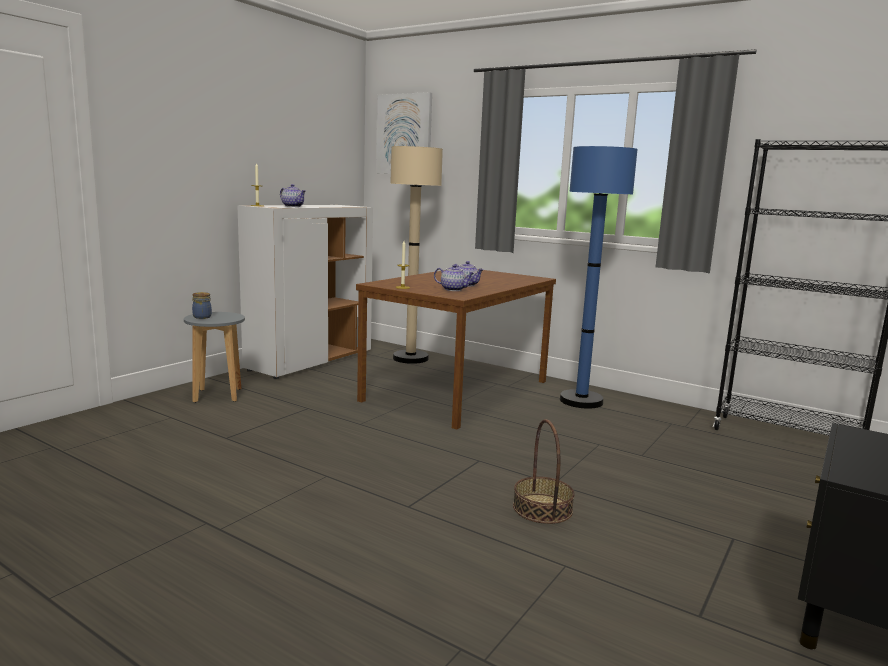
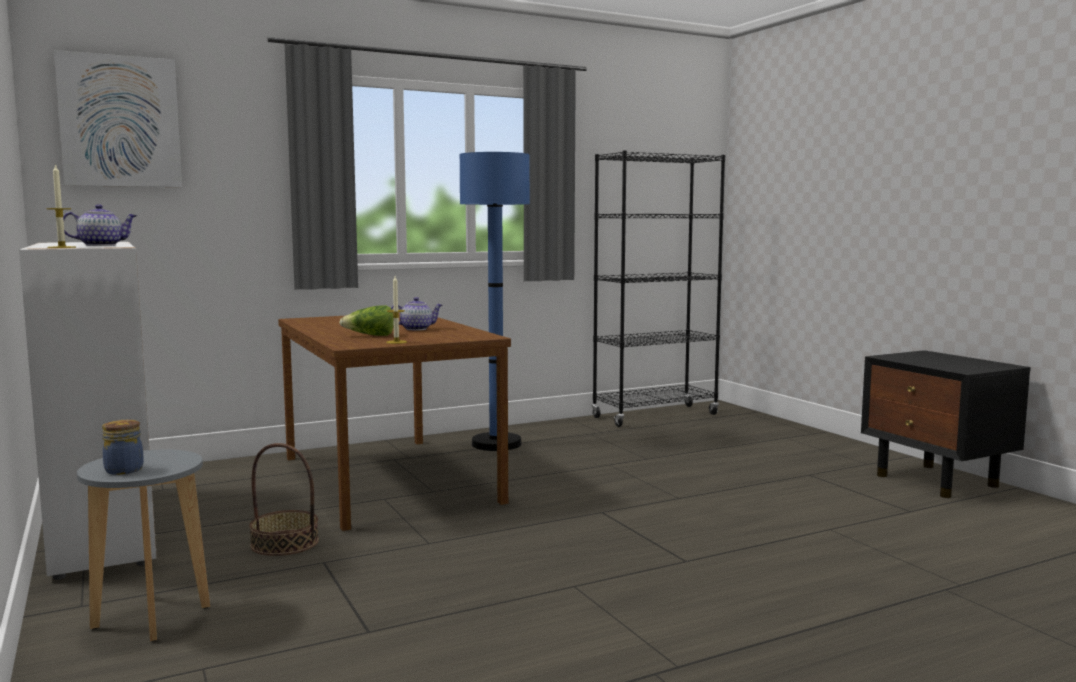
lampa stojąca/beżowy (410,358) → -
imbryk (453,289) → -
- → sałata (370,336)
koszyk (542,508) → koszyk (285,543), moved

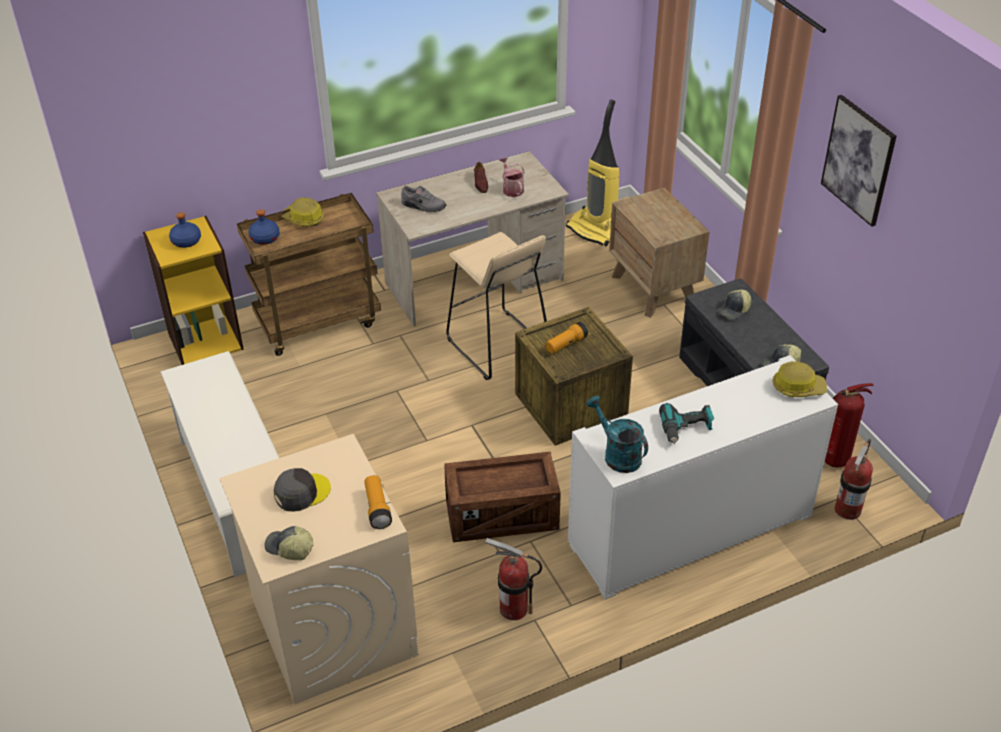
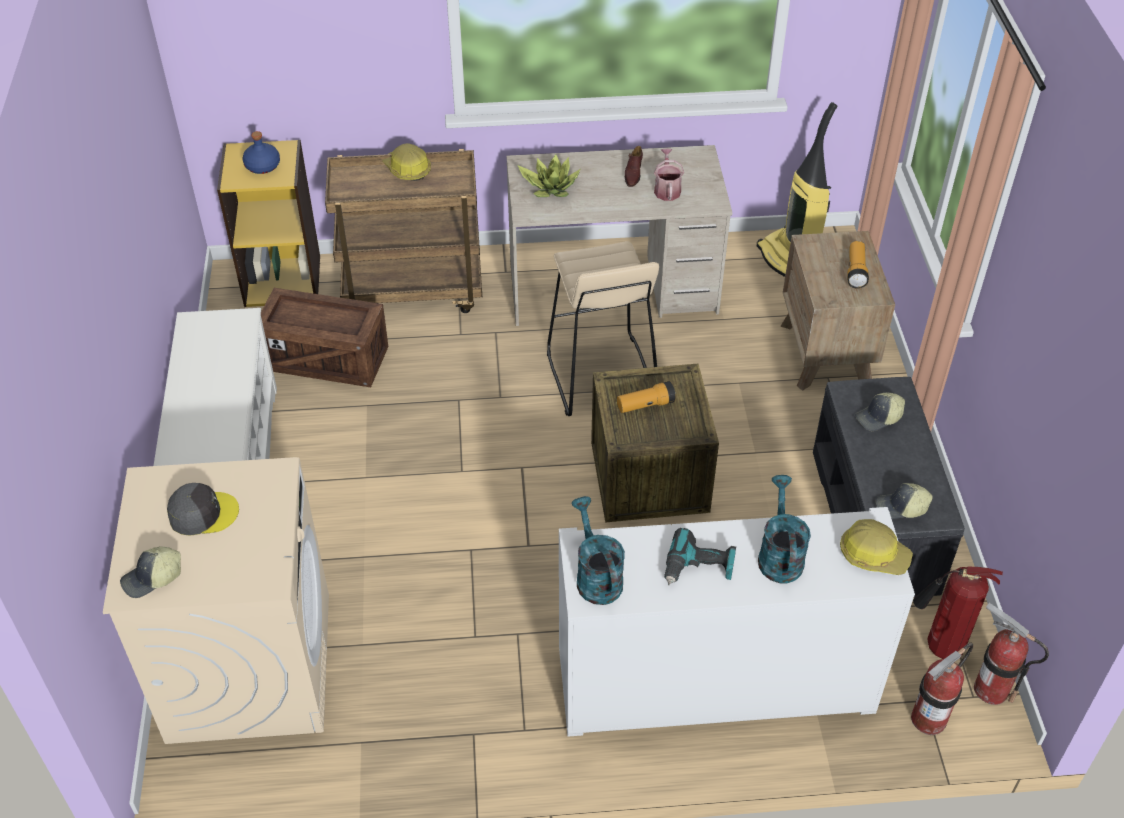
butelka/niebieski (265,238) → -
obraz (858,160) → -
- → konewka/turkusowy (779,555)
latarka (377,508) → latarka (856,271), moved
skrzynka (502,516) → skrzynka (325,359), moved
gaśnica (513,608) → gaśnica (991,689), moved
but/szary (423,206) → roślina doniczkowa (550,187)
czapka z daszkiem (289,548) → czapka z daszkiem (153,578), 75 degrees counterclockwise

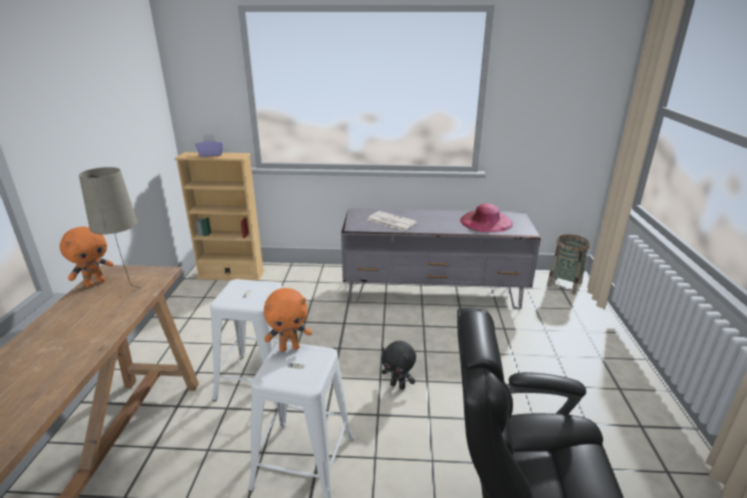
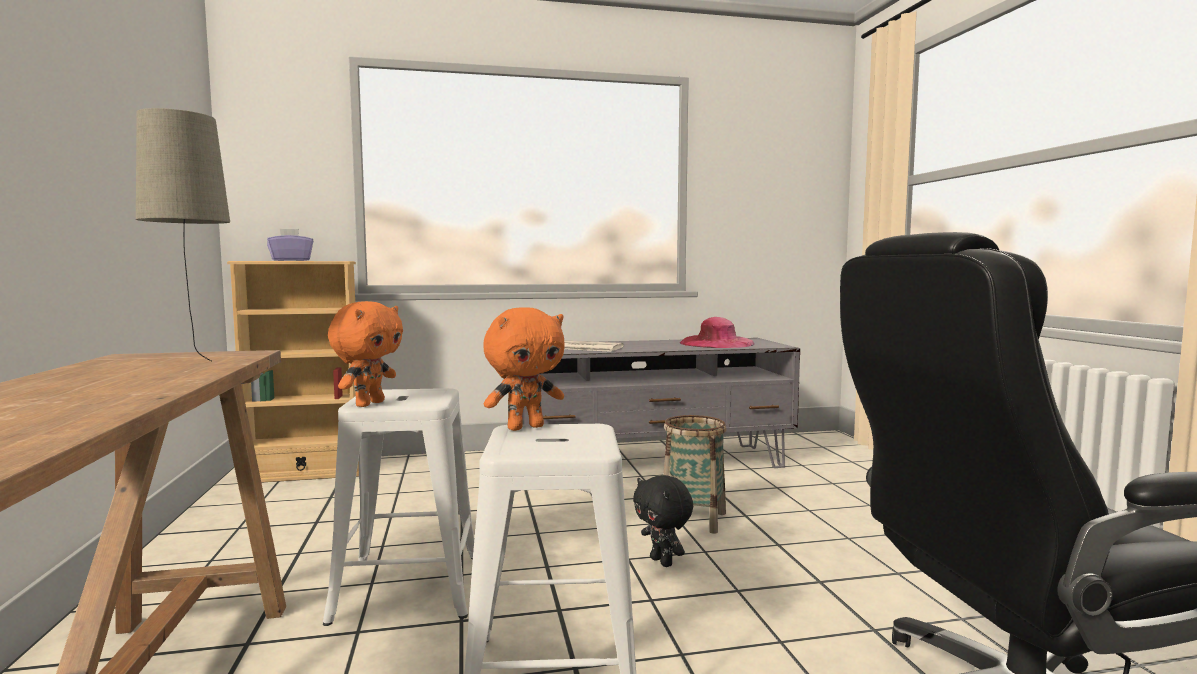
pluszak/pomarańczowy (95,283) → pluszak/pomarańczowy (369,404), moved
koszyk (564,284) → koszyk (693,519), moved
pluszak/czarny (398,385) → pluszak/czarny (662,562), 45 degrees clockwise

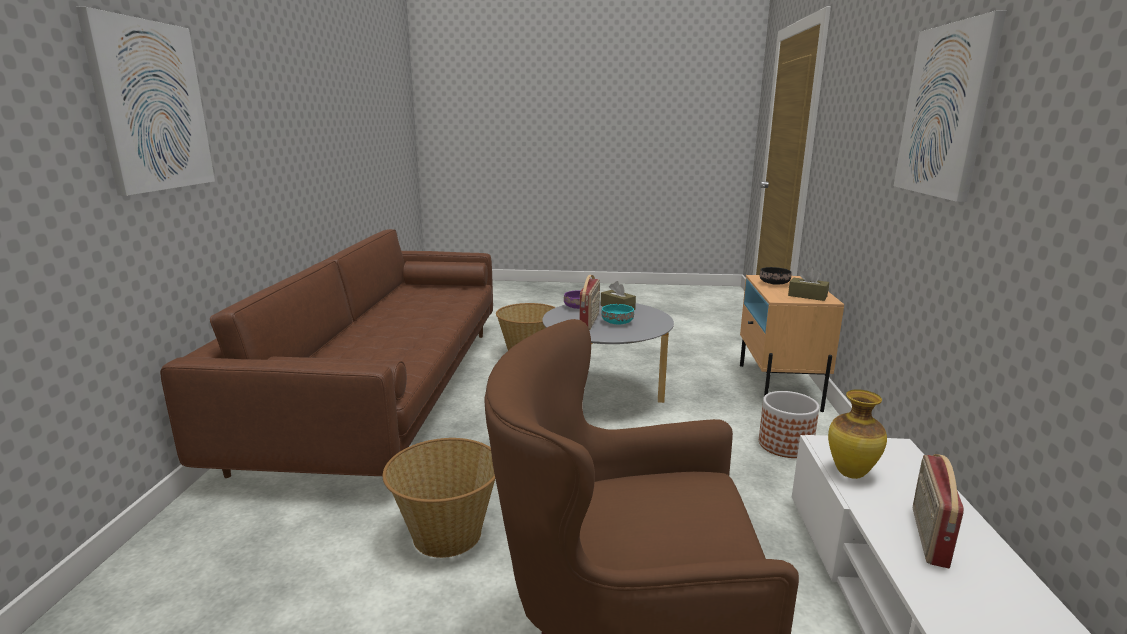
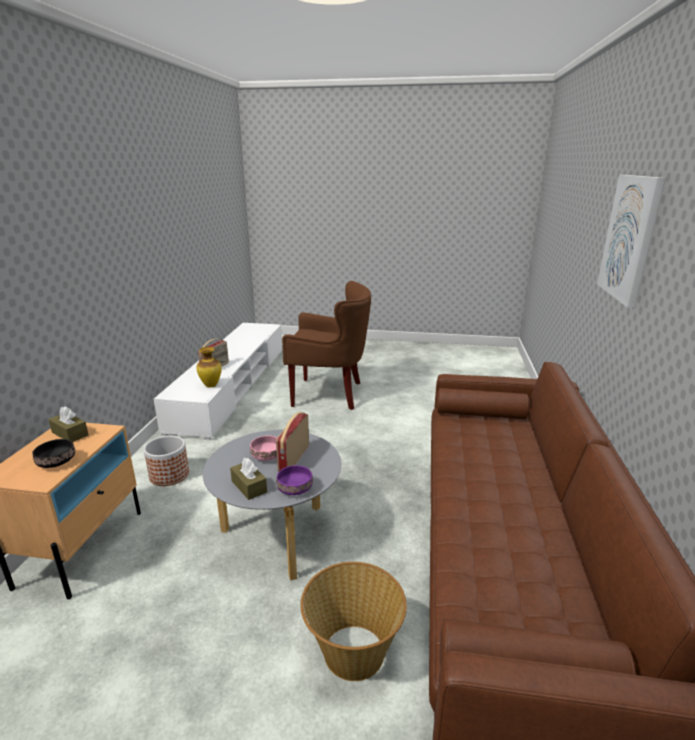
koszyk (447,535) → -
obraz (946,111) → -
miska/turkusowy (617,323) → miska/różowy (267,456)

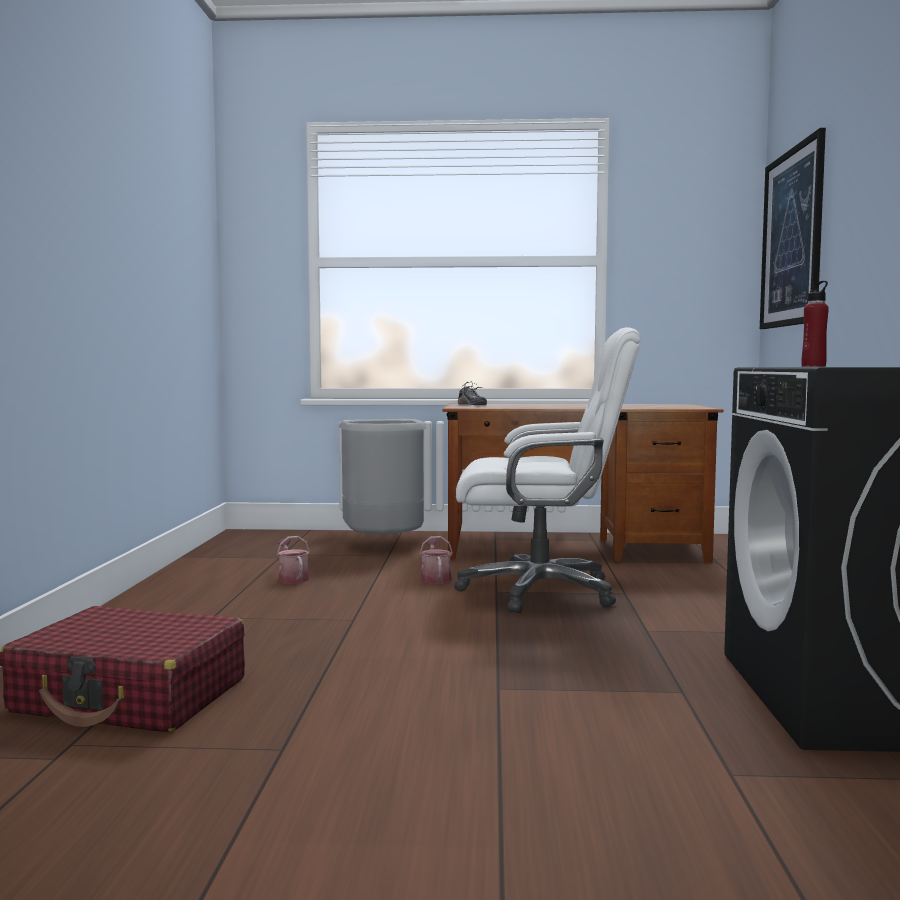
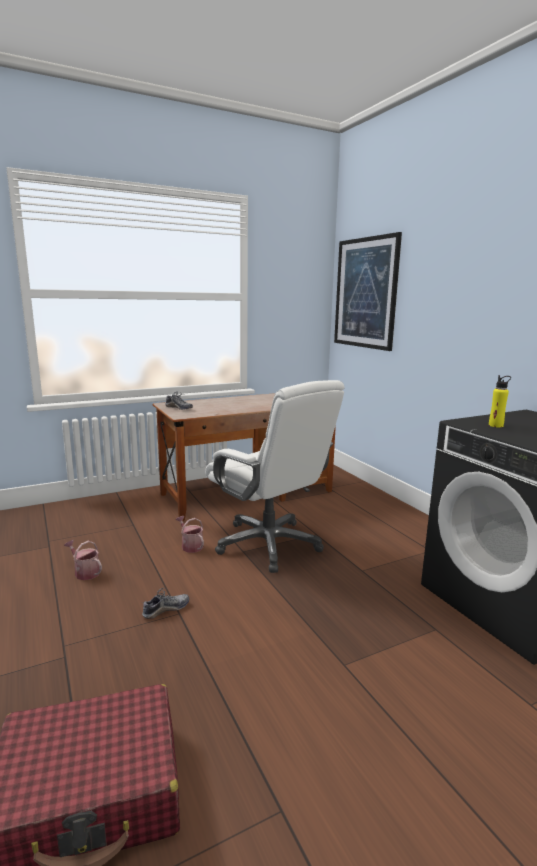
kosz na śmieci/szary (384,546) → -
- → but (166,609)
butelka/czerwony (813,366) → butelka/żółty (496,425)
krzesło biurowe/biały (541,591) → krzesło biurowe/biały (269,544), 75 degrees clockwise

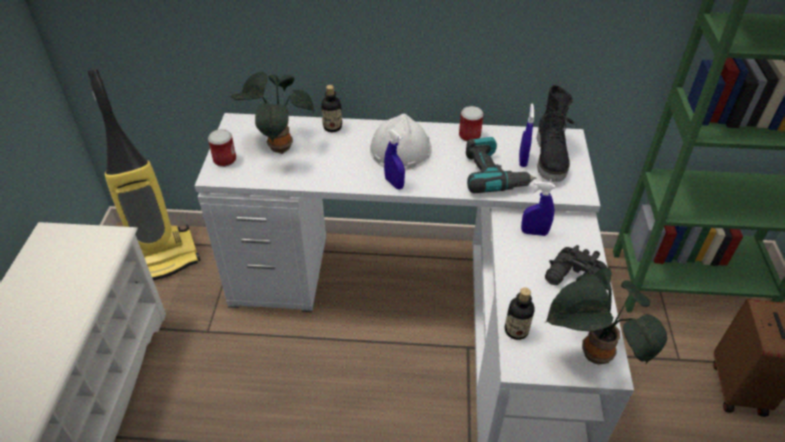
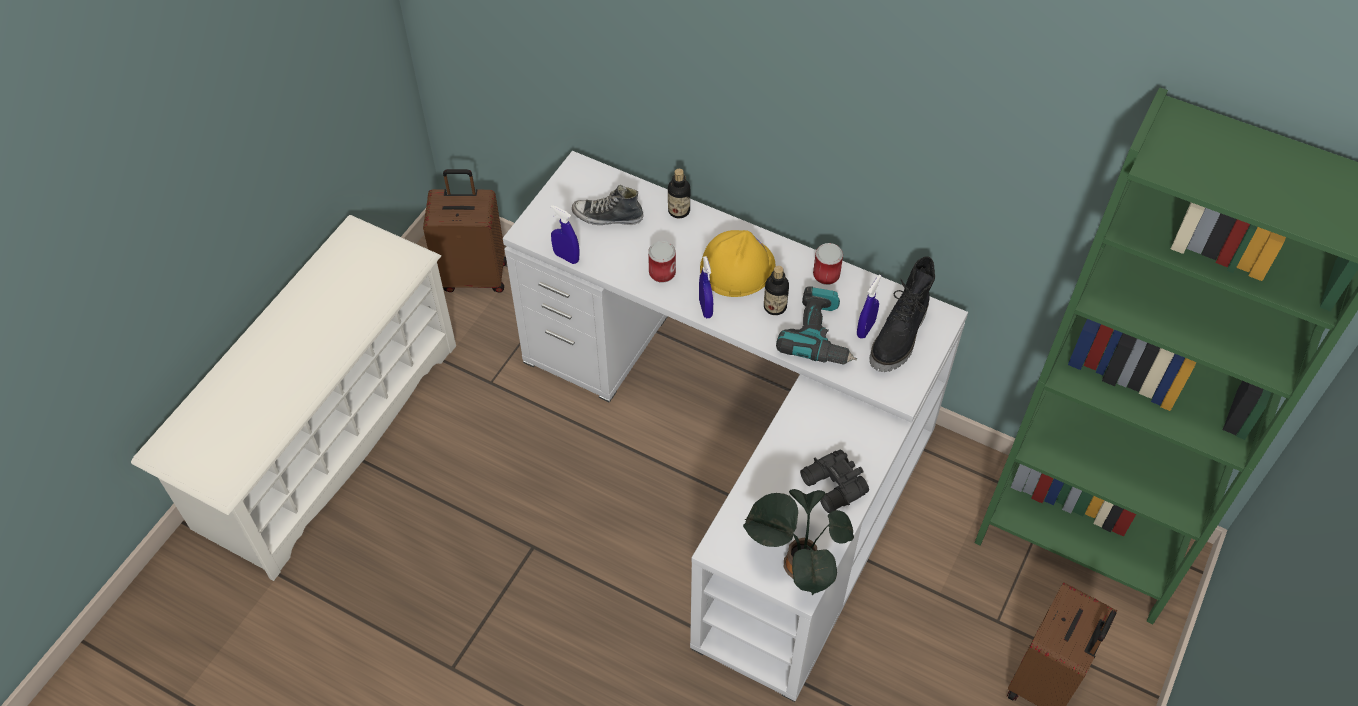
puszka (225,159) → puszka (662,272), moved
butelka (516,330) → butelka (775,307), moved
spryskiwacz/niebieski (534,232) → spryskiwacz/niebieski (566,257), moved
odkurzacz (160,258) → walizka/brązowy (474,275)
roślina doniczkowa (277,146) → but (607,217)
kask/biały (400,149) → kask/żółty (737,267)

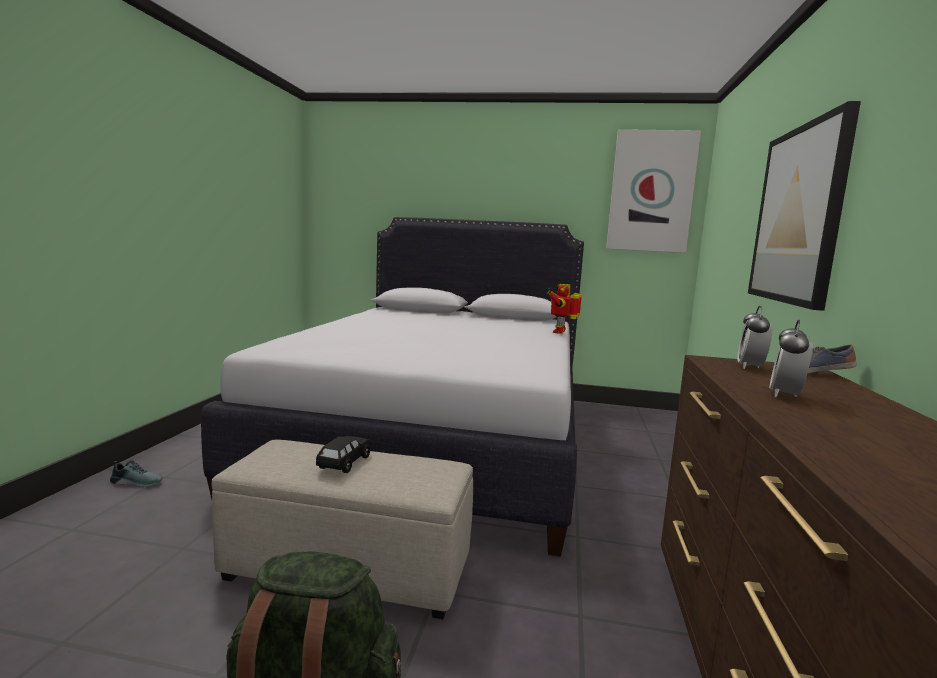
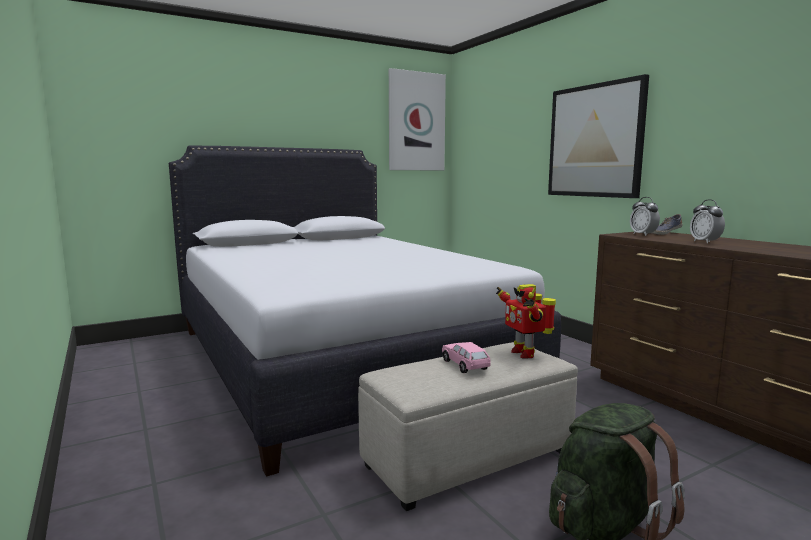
but (137,482) → -
robot zabawkowy (561,332) → robot zabawkowy (524,353), moved
samochodzik/czarny (344,463) → samochodzik/różowy (465,365)

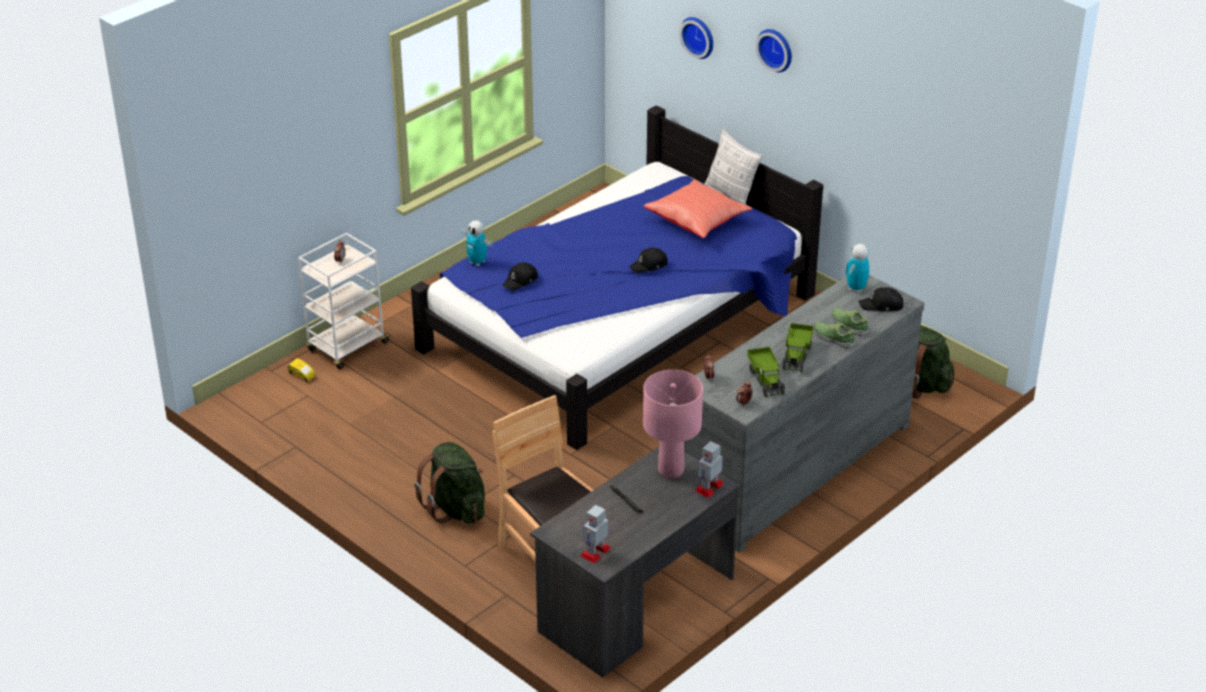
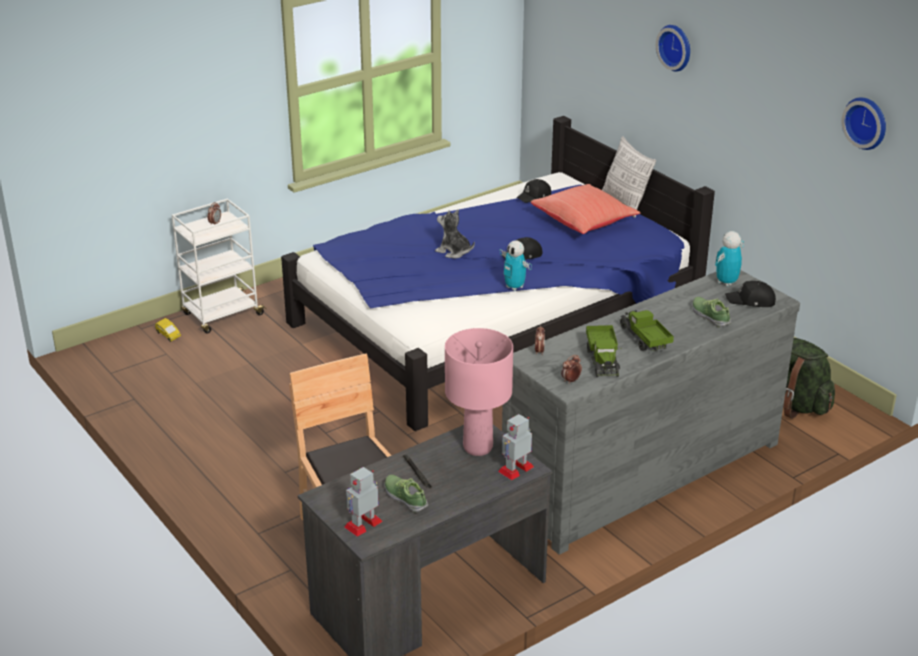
plecak/zielony (455,508) → -
- → pluszak (454,252)
robot zabawkowy (477,262) → robot zabawkowy (514,287), moved
czapka z daszkiem/czarny (520,281) → czapka z daszkiem/czarny (534,196), moved
zegar ścienny (699,36) → zegar ścienny (867,122), moved
but (833,338) → but (405,497), moved
ciężarówka zabawkowa (797,355) → ciężarówka zabawkowa (644,339), 135 degrees clockwise

